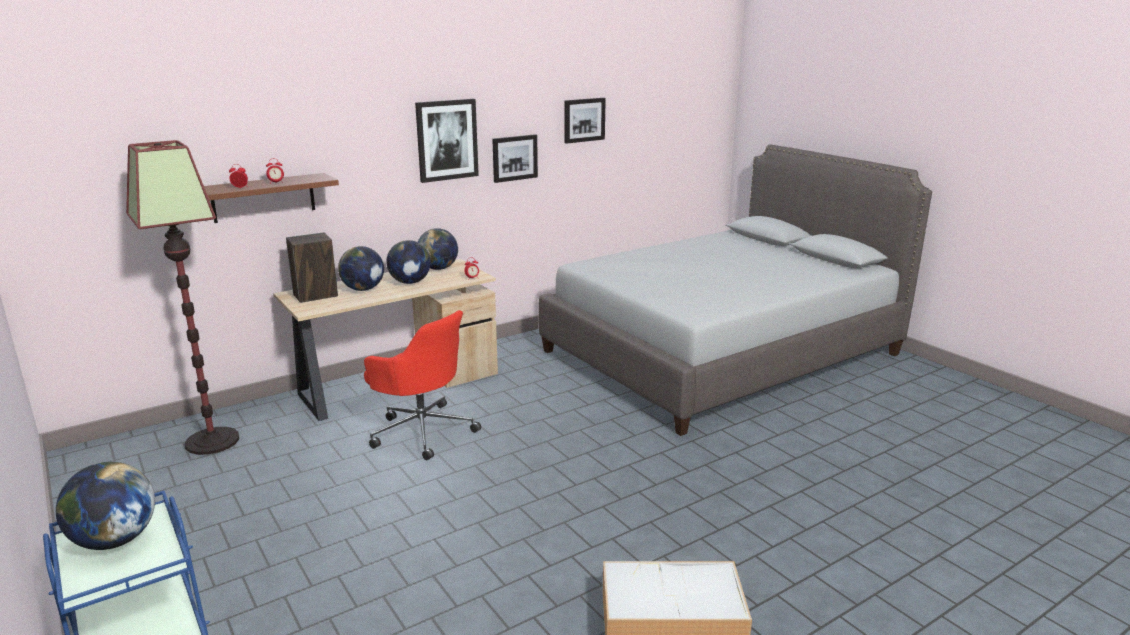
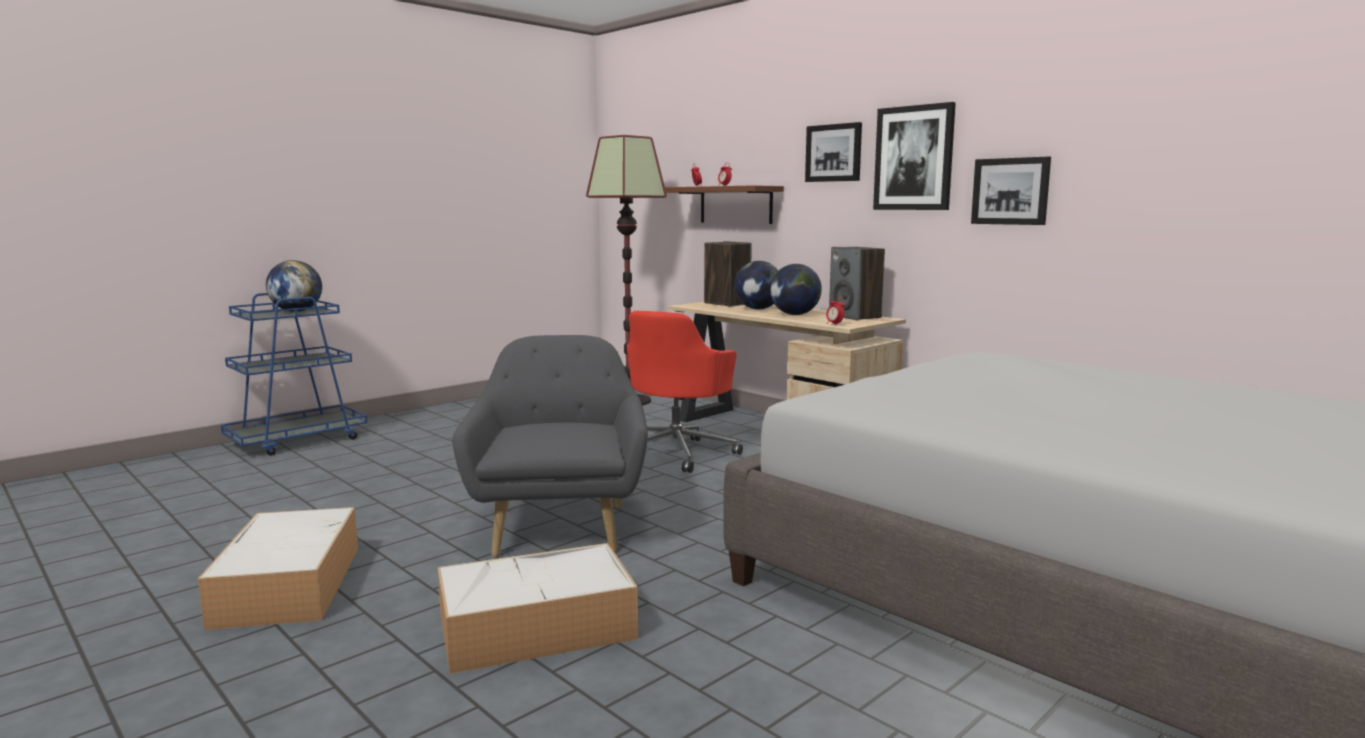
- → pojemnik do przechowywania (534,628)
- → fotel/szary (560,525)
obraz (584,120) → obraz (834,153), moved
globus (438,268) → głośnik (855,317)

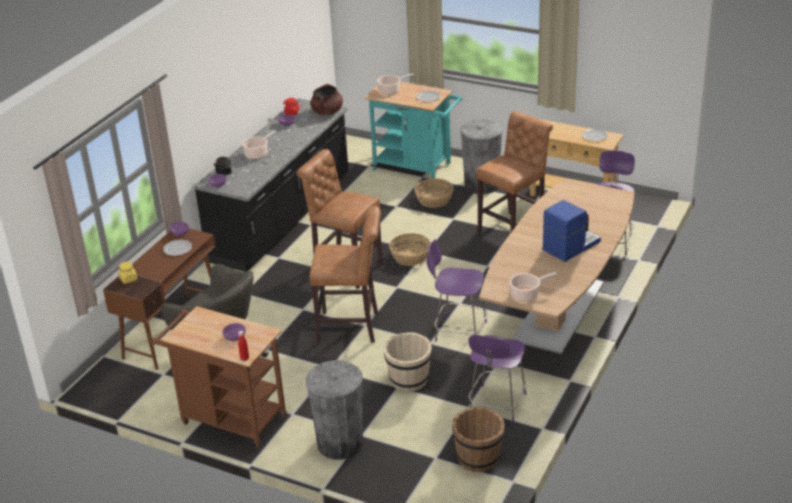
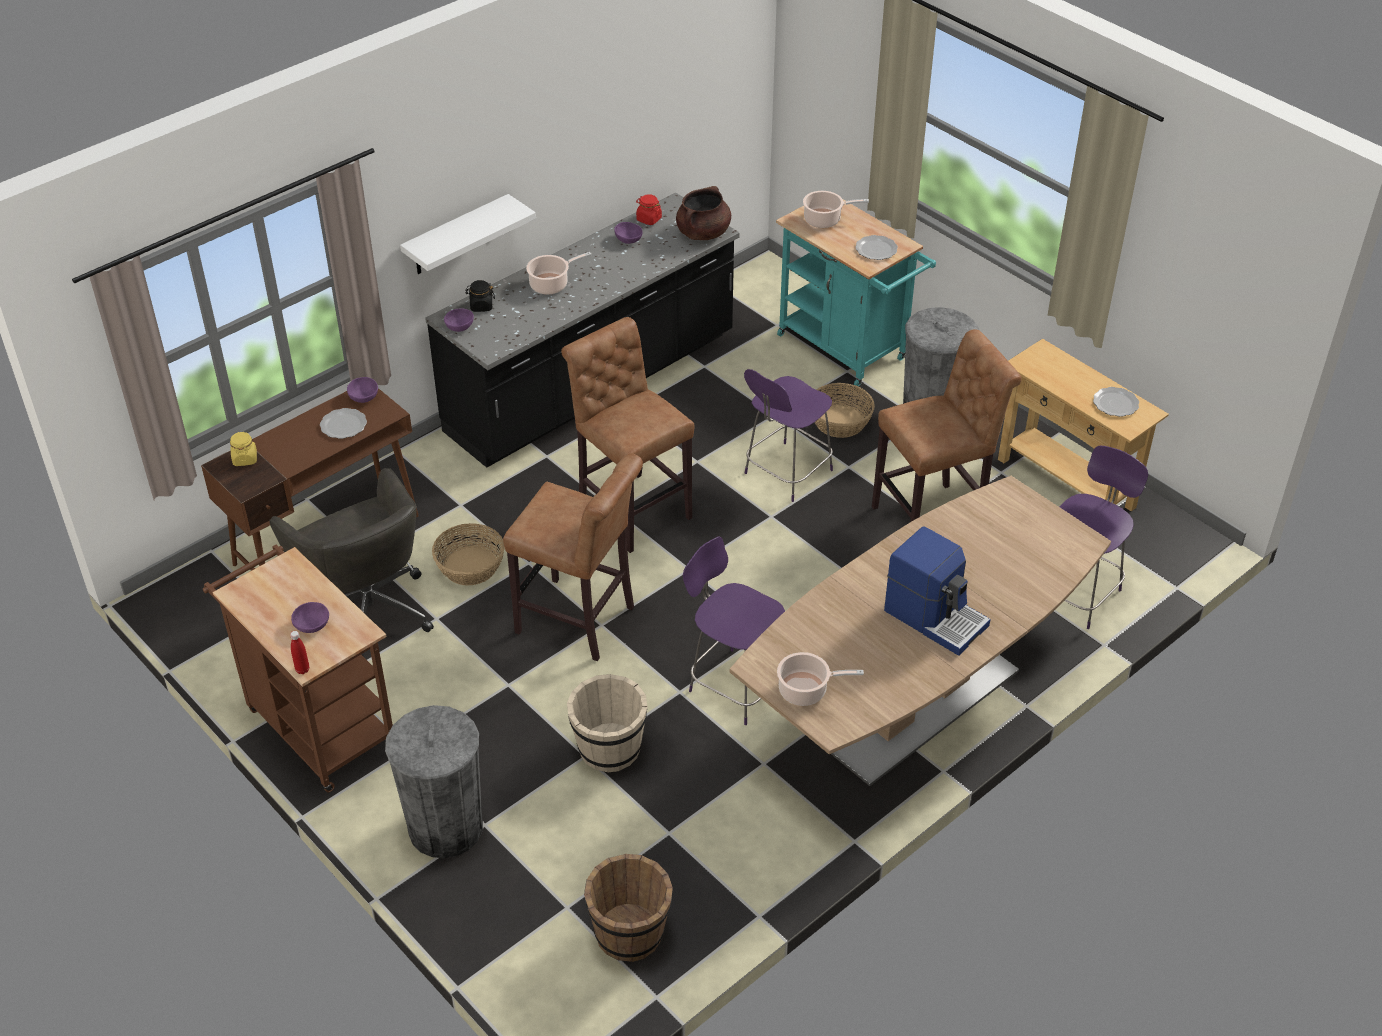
- → półka/biały (456,236)
koszyk (410,257) → koszyk (470,567), moved
krzesło/fioletowy (496,405) → krzesło/fioletowy (786,473), moved
ekspres do kawy (570,246) → ekspres do kawy (936,617), 60 degrees clockwise

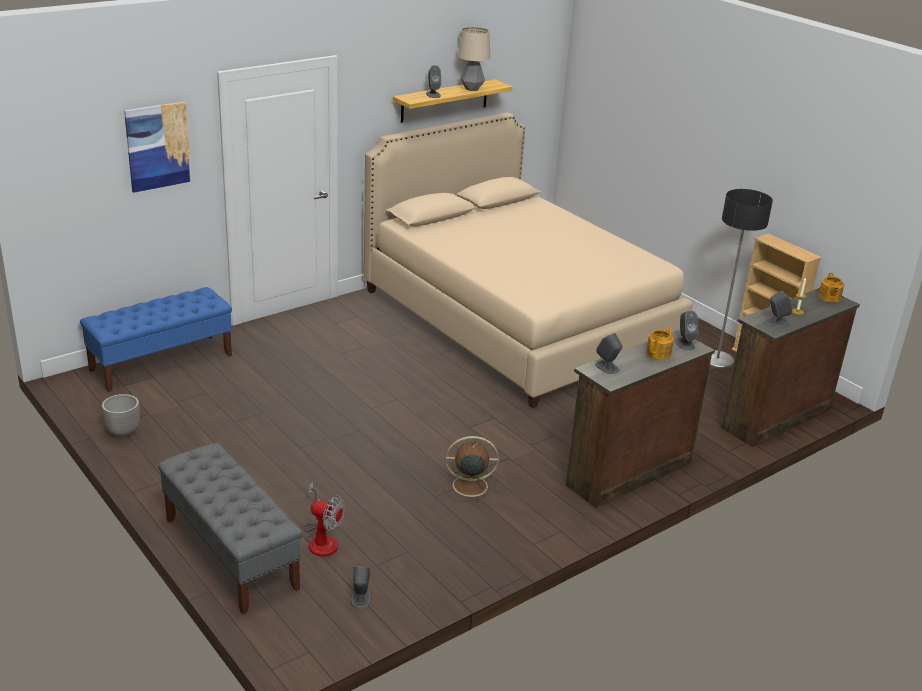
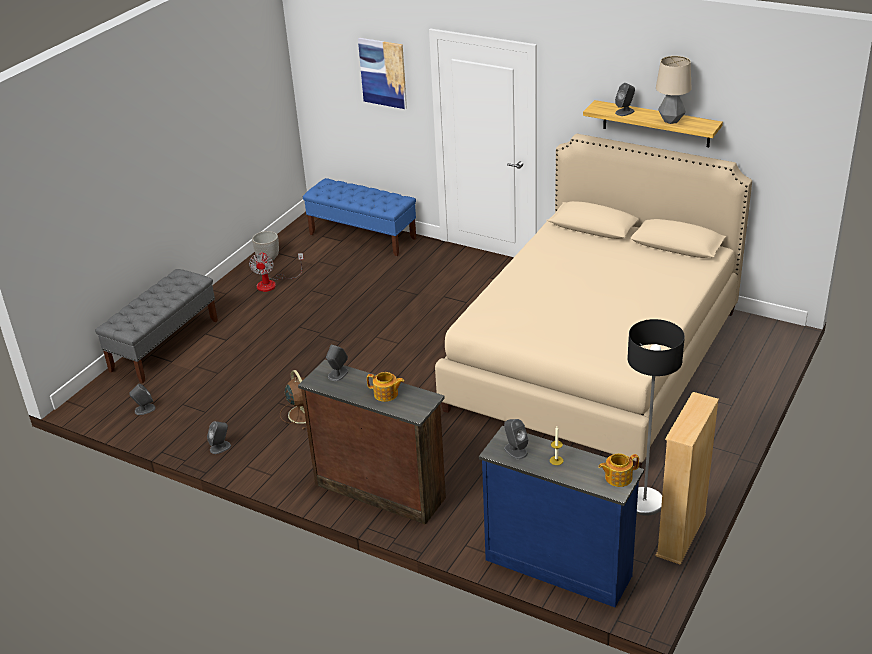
wentylator (321,539) → wentylator (272,283), moved
głośnik/szary (684,343) → głośnik/szary (220,447), moved
komoda/brązowy (774,418) → komoda/niebieski (558,566)

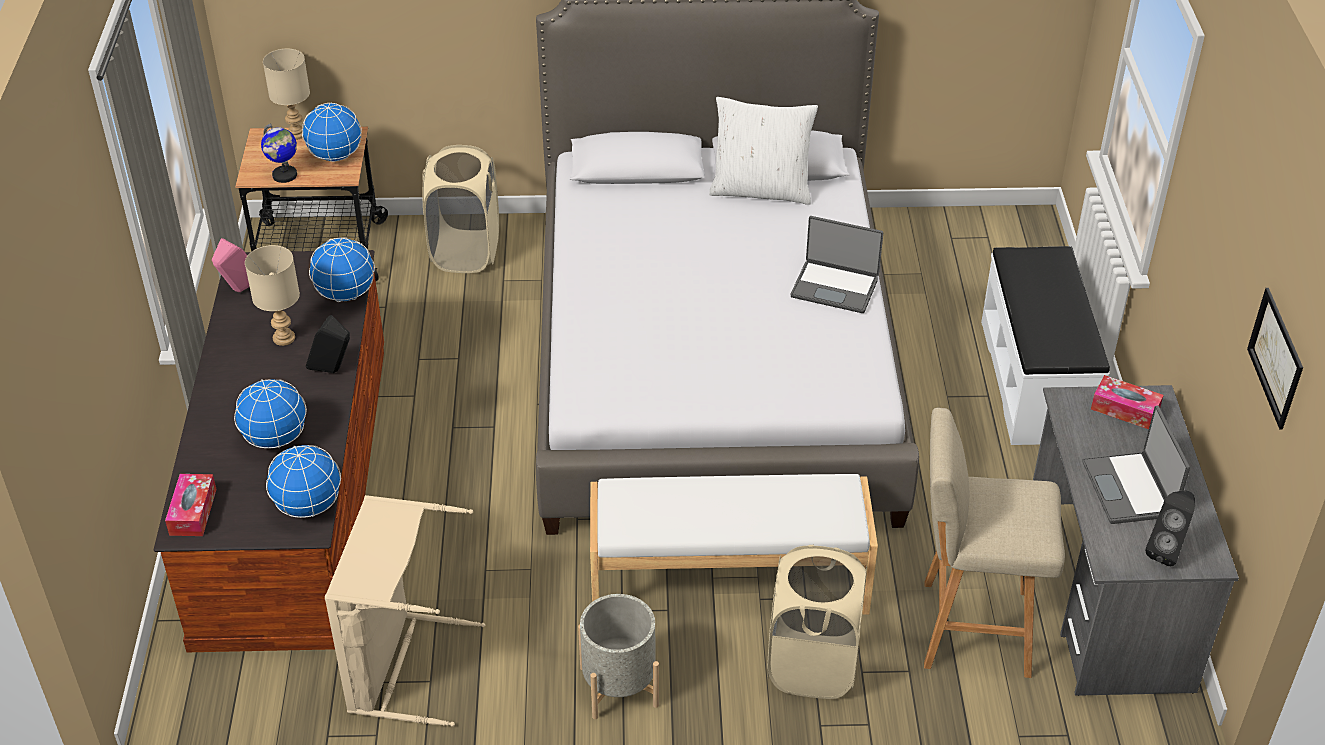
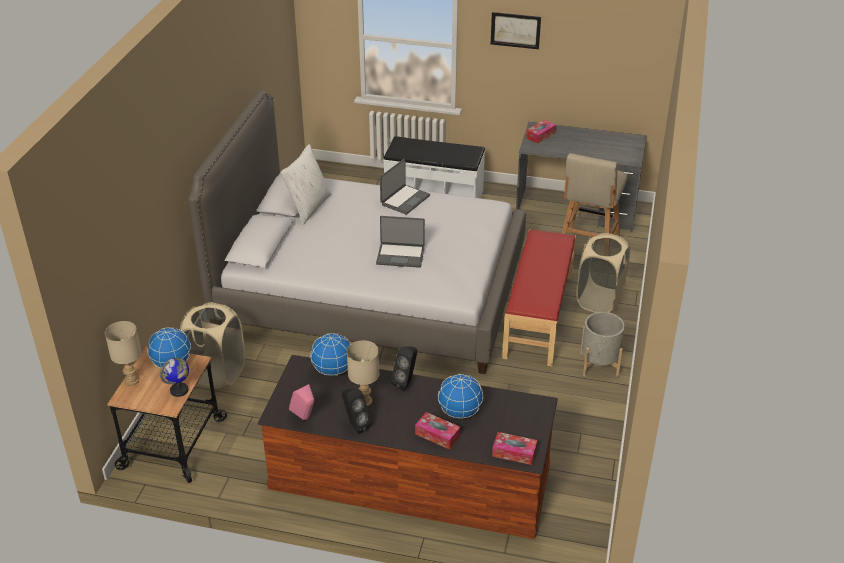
globus (308,507) → -
kosz na pranie/beżowy (401,666) → -
- → pudełko chusteczek (437,435)
laptop (1130,489) → laptop (400,255), moved
głośnik/czarny (1167,550) → głośnik/czarny (355,425), moved
obraz (1275,357) → obraz (515,30), moved
ławka/biały (728,580) → ławka/czerwony (537,315)

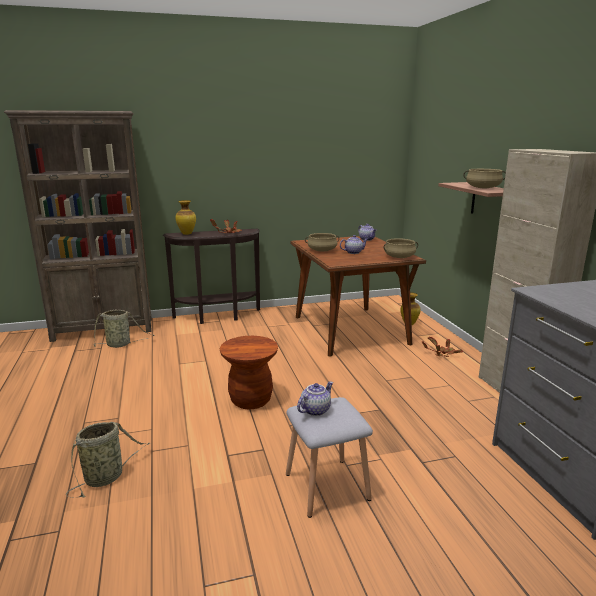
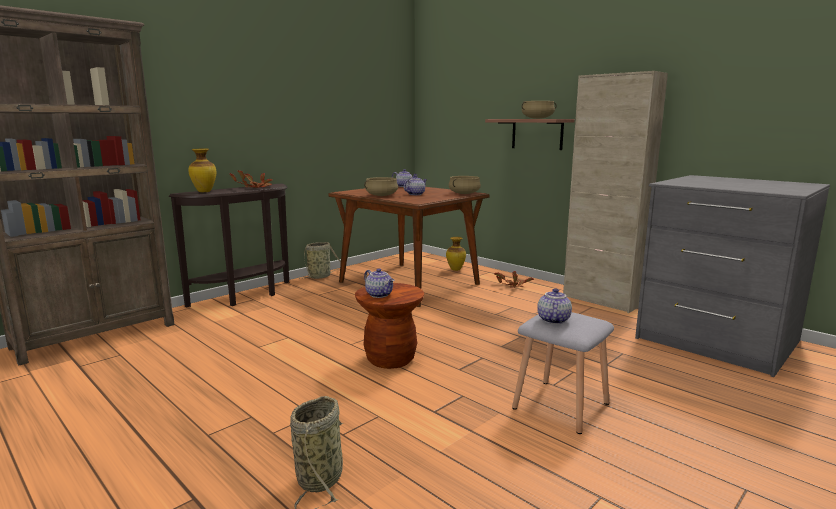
- → imbryk (380,294)
koszyk (120,344) → koszyk (320,276), moved

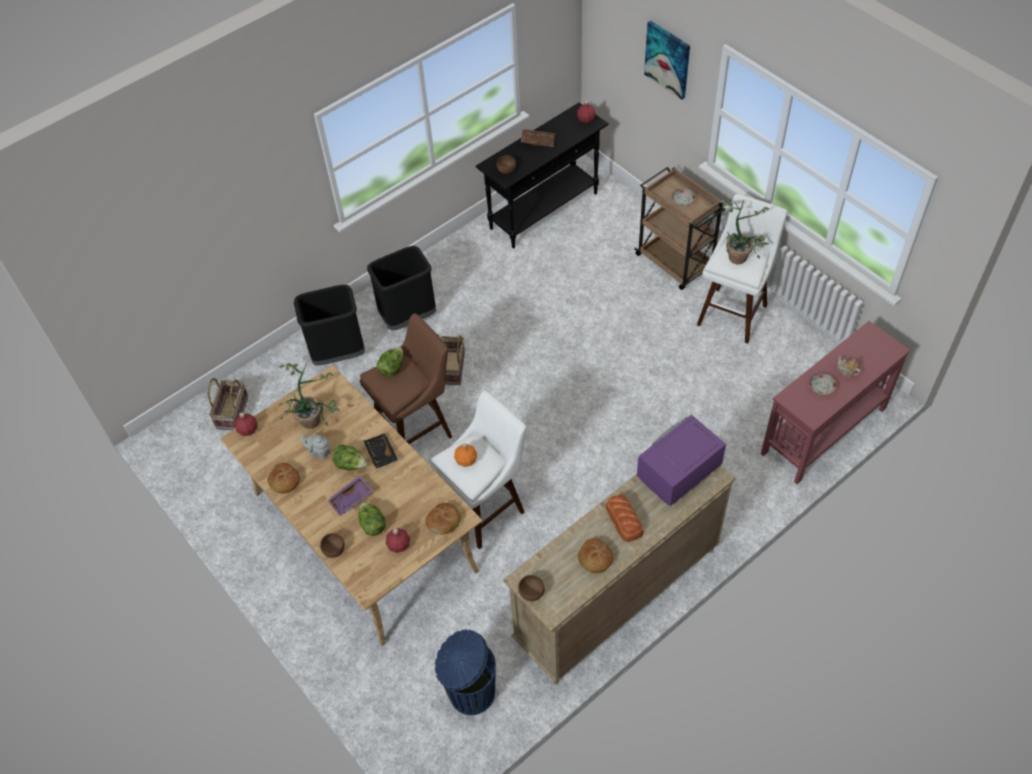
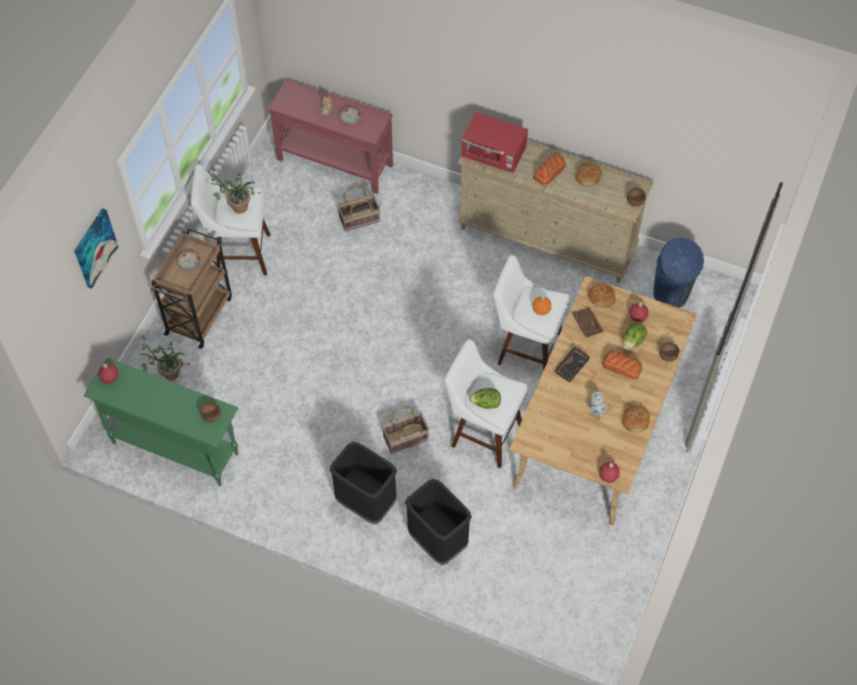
sałata (351,464) → -
koszyk (233,413) → koszyk (359,218), moved
roślina doniczkowa (314,417) → roślina doniczkowa (167,372), moved
taca/brązowy (538,141) → taca/brązowy (586,325), moved
taca/fioletowy (351,499) → chleb (621,366)
stołek/brązowy (417,430) → stołek/biały (482,433)
stolik konsolowy/czarny (544,211) → stolik konsolowy/zielony (175,447)
mikrofalówka/fioletowy (677,473) → mikrofalówka/czerwony (494,155)

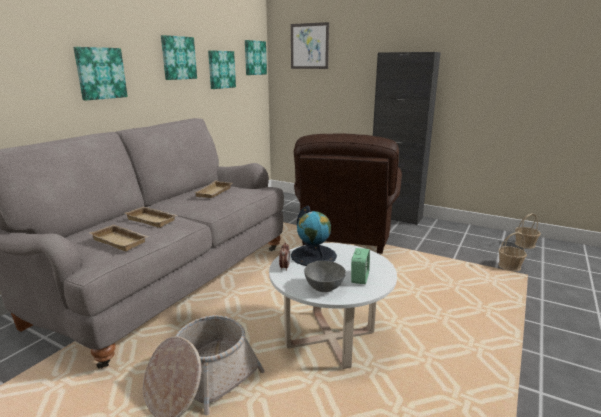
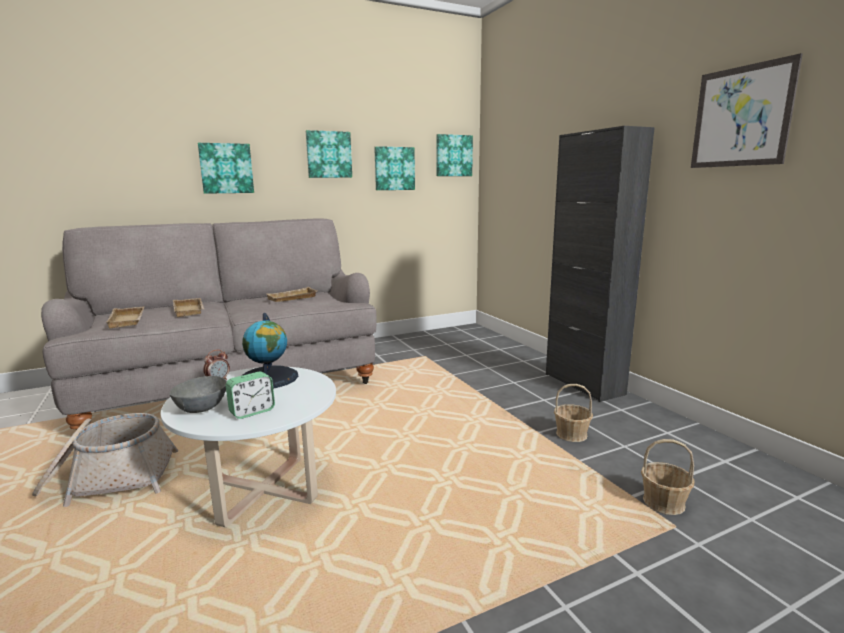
fotel/brązowy (345,237) → -
obraz (309,46) → obraz (741,117), moved
koszyk (525,244) → koszyk (571,434), moved

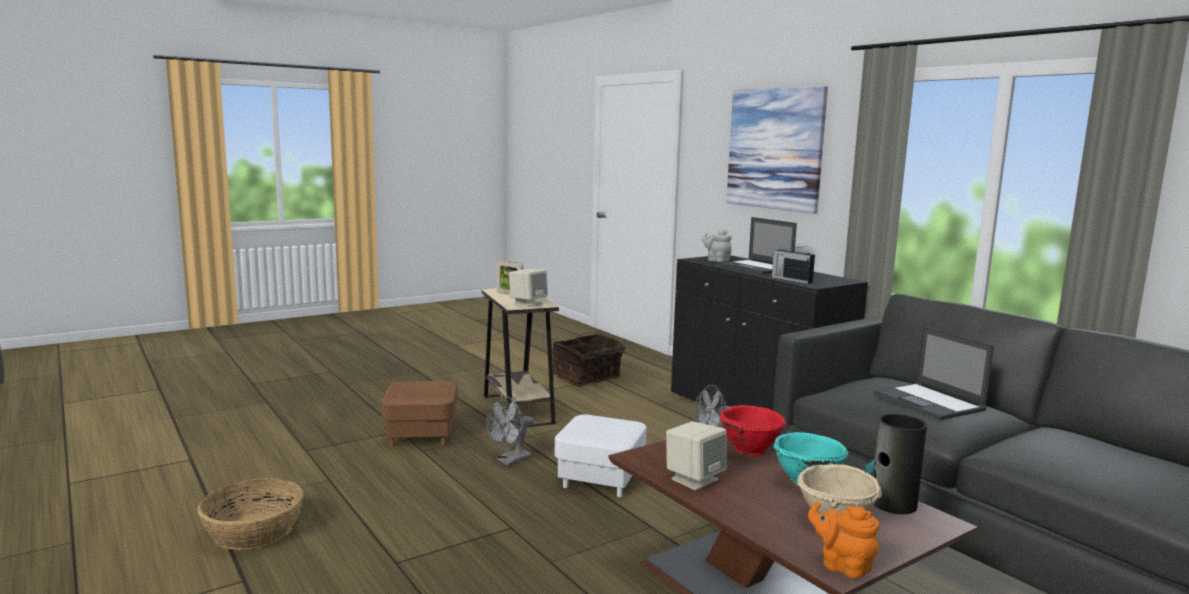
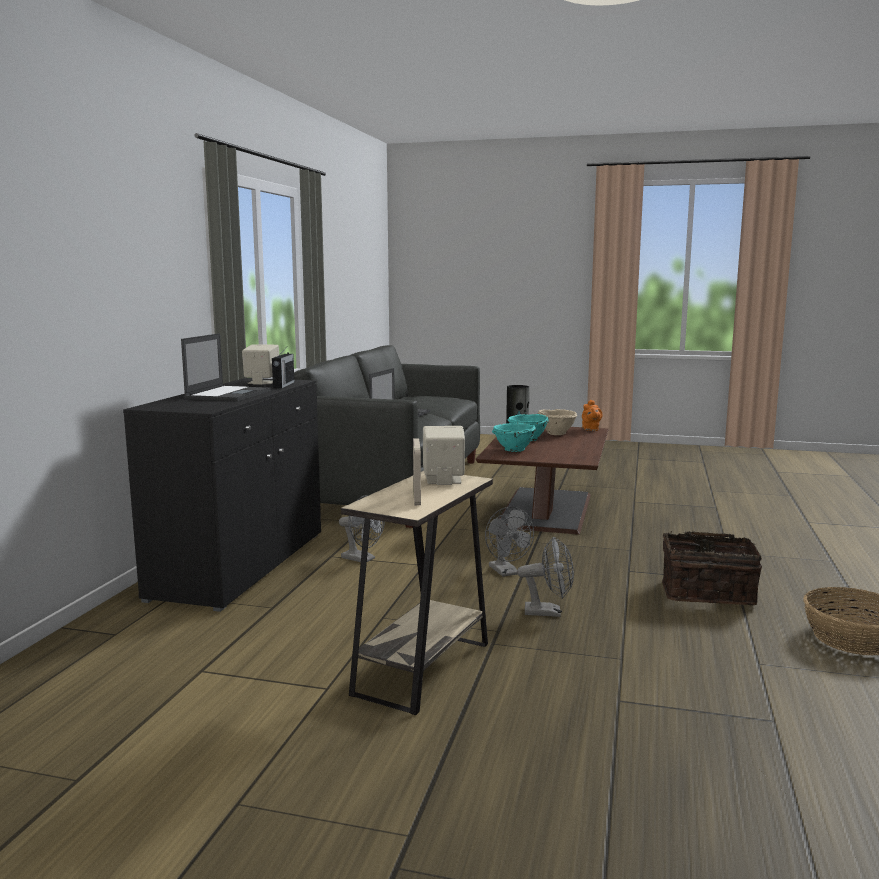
pufa/brązowy (421,435) → -
imbryk/szary (716,260) → -
obraz (775,149) → -
koszyk (587,377) → koszyk (706,593), moved
głośnik/beżowy (694,479) → głośnik/beżowy (261,382), moved
pufa/biały (600,479) → wentylator/szary (506,572)
miska/czerwony (749,449) → miska/turkusowy (513,450)

